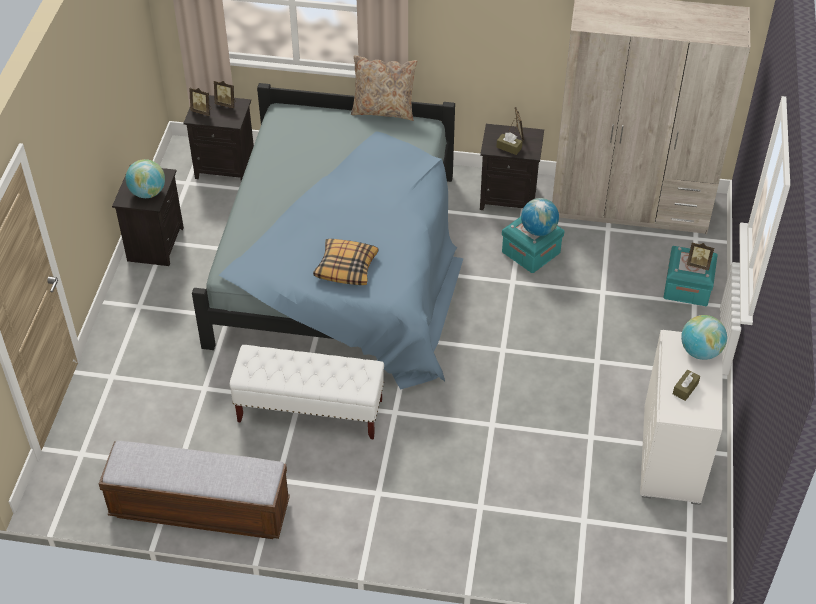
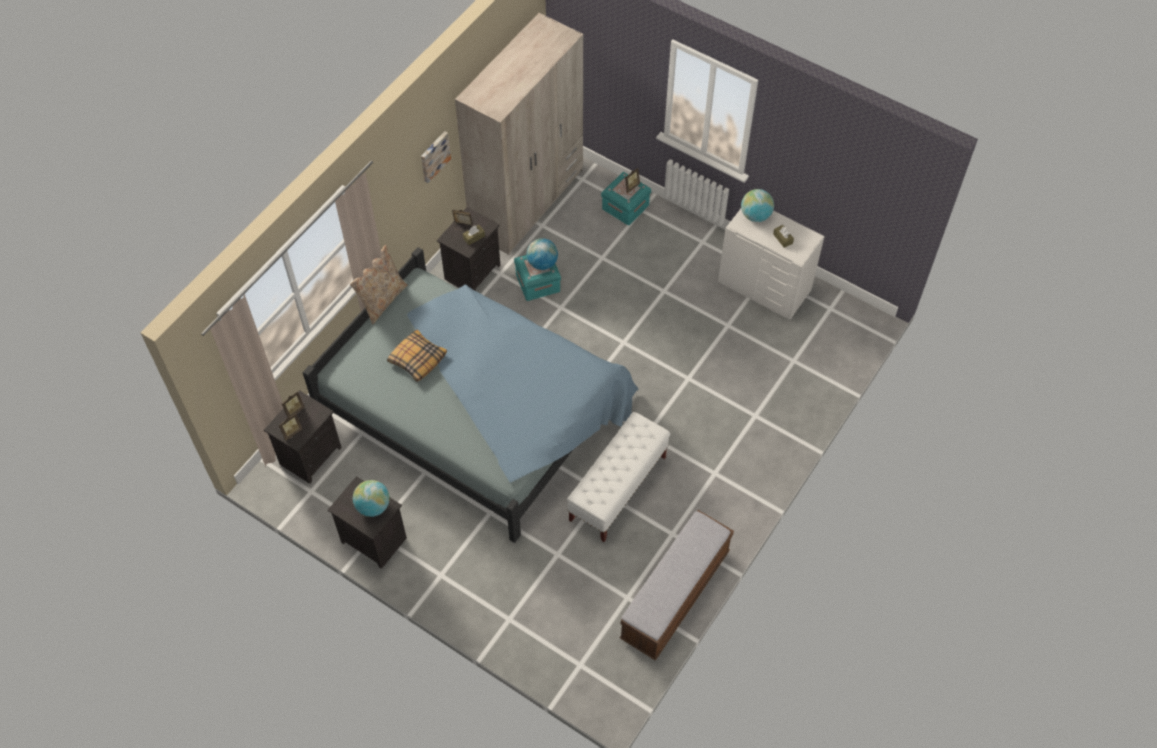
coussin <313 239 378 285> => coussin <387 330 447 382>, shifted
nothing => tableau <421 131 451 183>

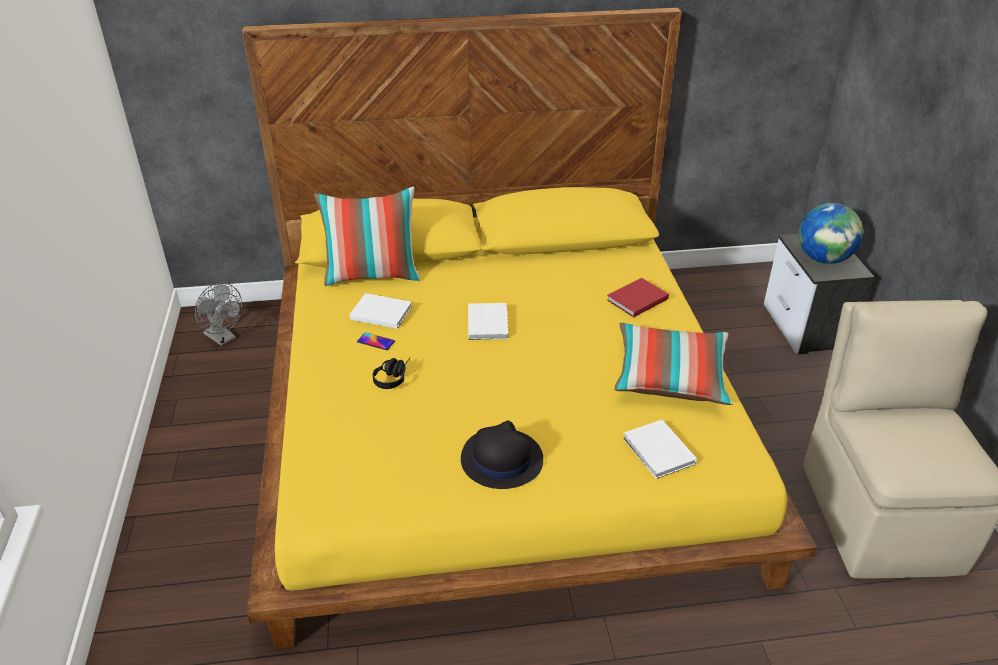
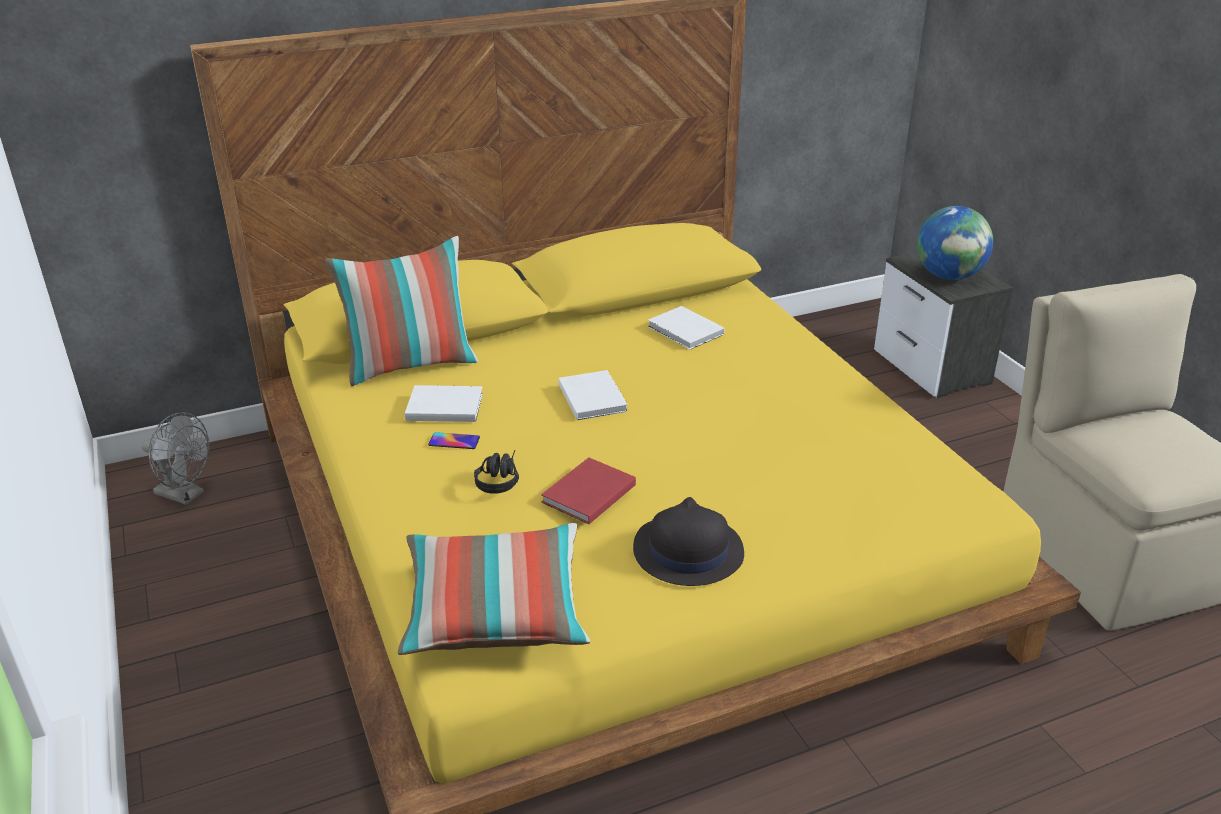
livre/rouge <607 278 669 317> => livre/rouge <541 458 636 524>, shifted
coussin <614 323 733 405> => coussin <398 523 590 655>, shifted
livre/blanc <623 420 697 479> => livre/blanc <648 306 724 350>, shifted

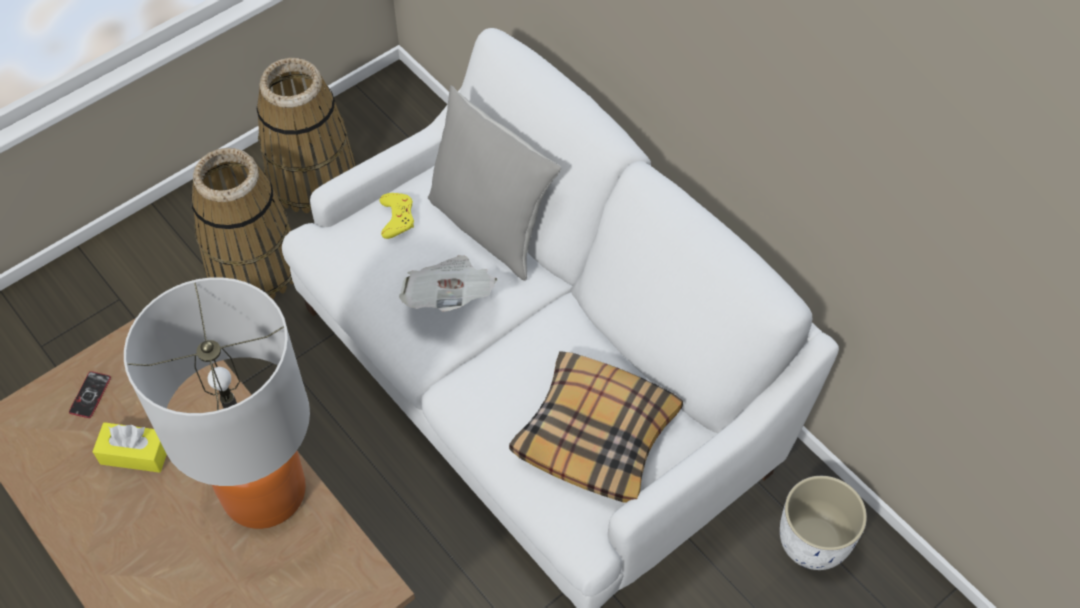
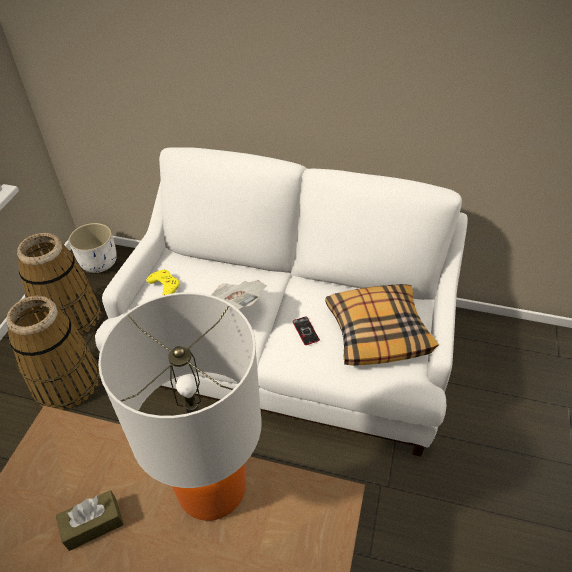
coussin/gris <428 85 561 281> => nothing
téléphone <69 371 111 418> => téléphone <293 316 320 345>, shifted
boîte à mouchoirs/jaune <92 422 167 473> => boîte à mouchoirs/marron <56 490 124 551>
cache-pot/blanc <780 476 867 570> => cache-pot/blanc <69 223 117 273>, shifted

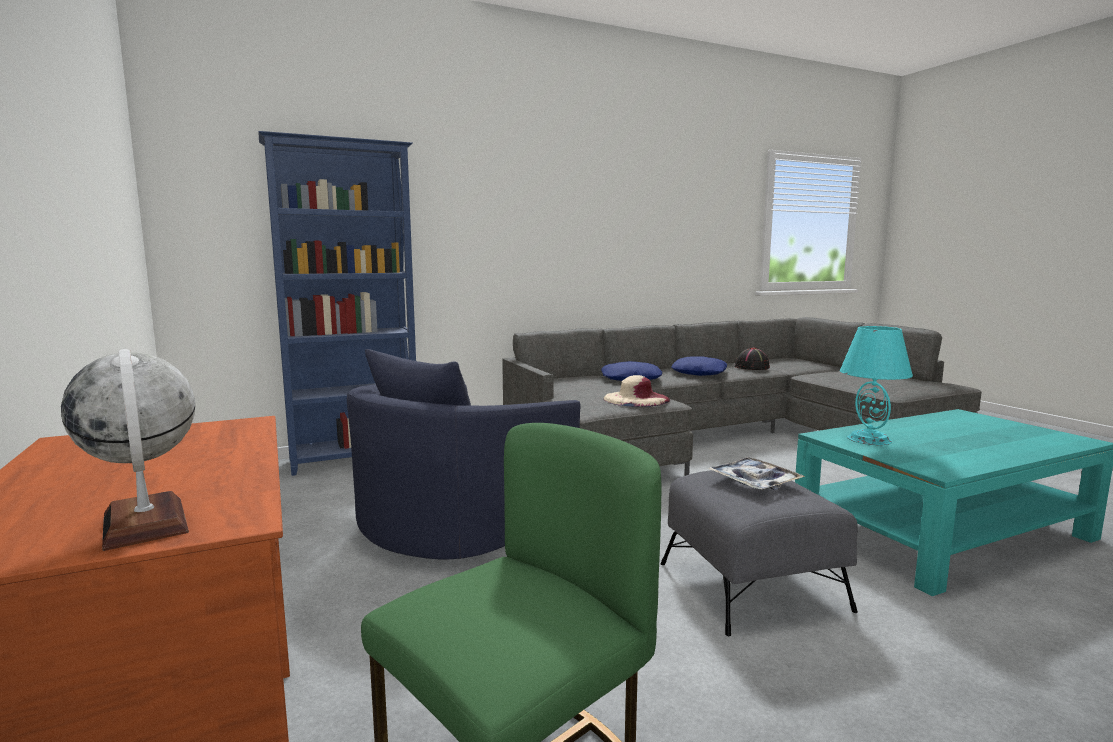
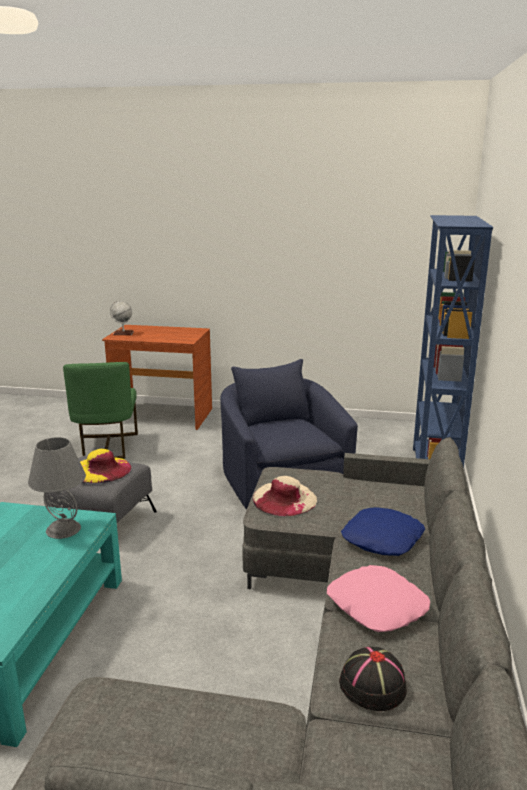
lampe de table/turquoise <840 326 913 445> => lampe de table/gris <28 437 86 539>
coussin/bleu <671 356 727 376> => coussin/rose <327 565 430 632>
plateau <707 457 805 490> => chapeau/jaune <80 449 131 483>

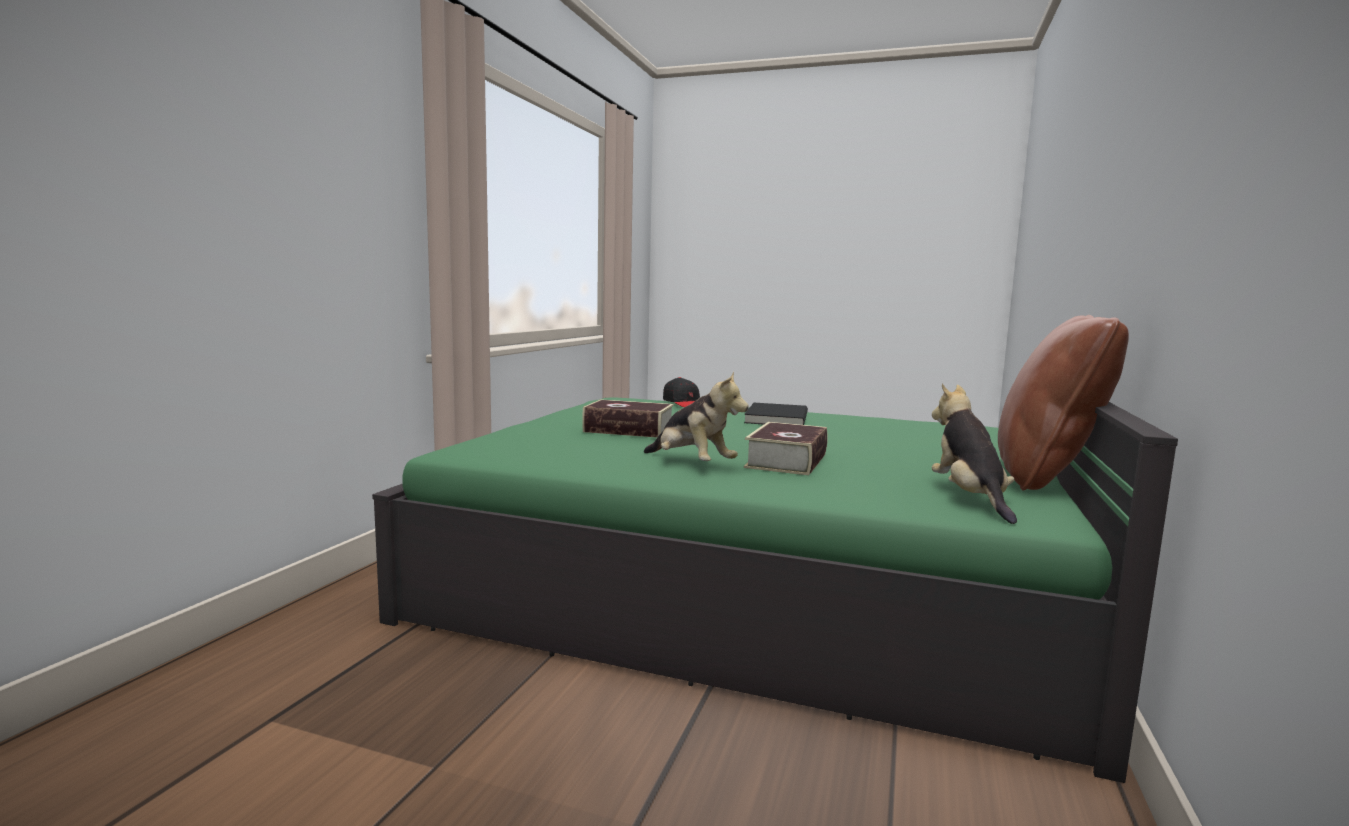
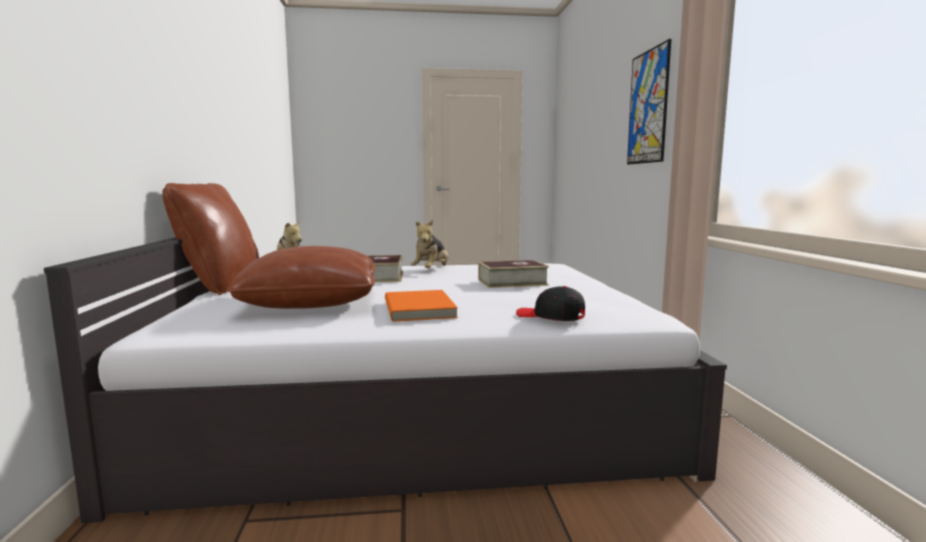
peluche <644 371 749 461> => peluche <410 220 448 268>, 90 degrees counterclockwise
lit/vert <372 397 1178 783> => lit/blanc <44 238 727 523>
livre/noir <744 403 808 425> => livre/orange <385 290 458 322>
nothing => tableau <627 39 671 165>
nothing => coussin/marron <227 246 376 309>

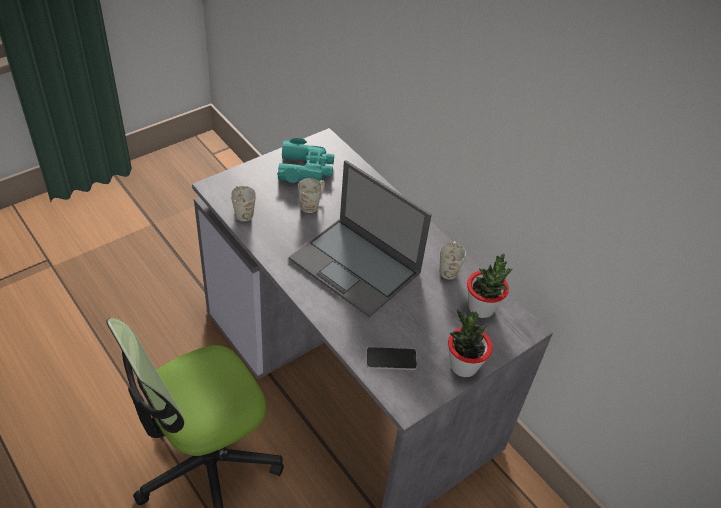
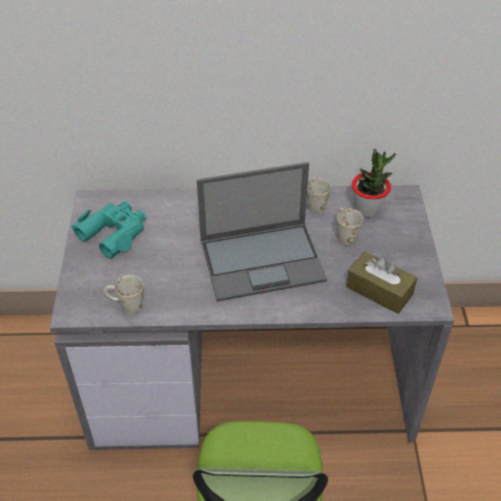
mug/blanc <298 178 325 213> => mug/blanc <337 208 363 246>, shifted
plante en pot <448 309 493 377> => nothing
téléphone <366 347 417 370> => boîte à mouchoirs/marron <346 252 417 314>

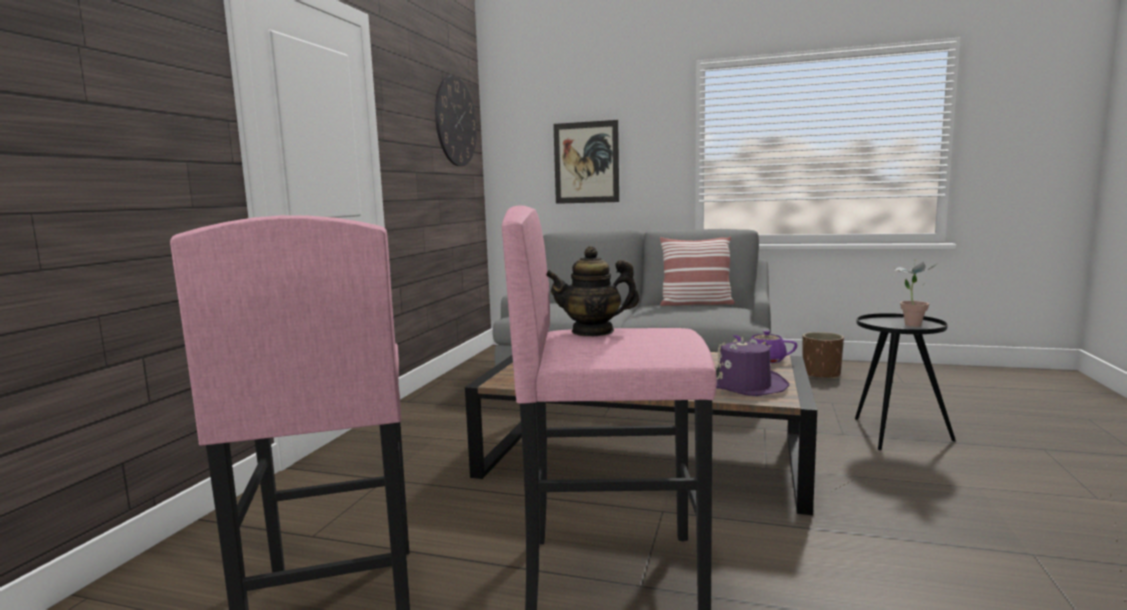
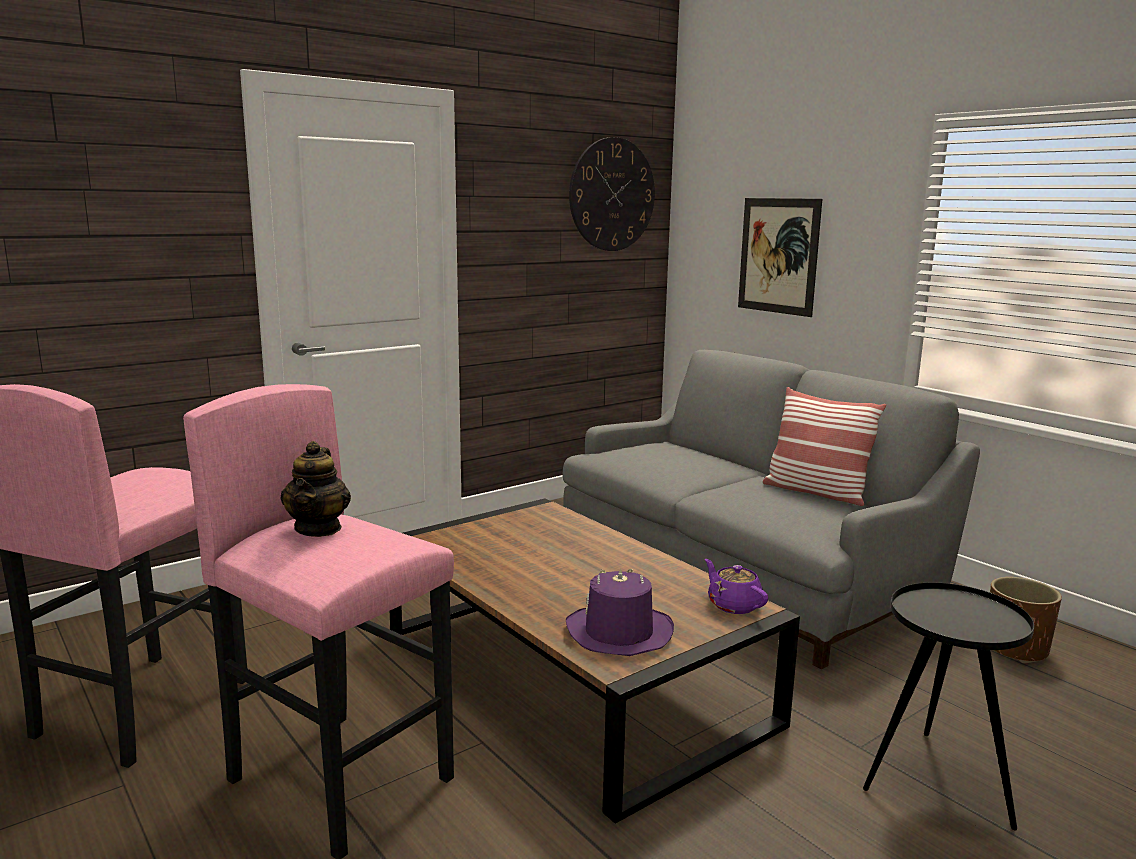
théière <547 246 639 336> => théière <281 441 351 537>, 120 degrees counterclockwise
plante en pot <894 259 937 327> => nothing

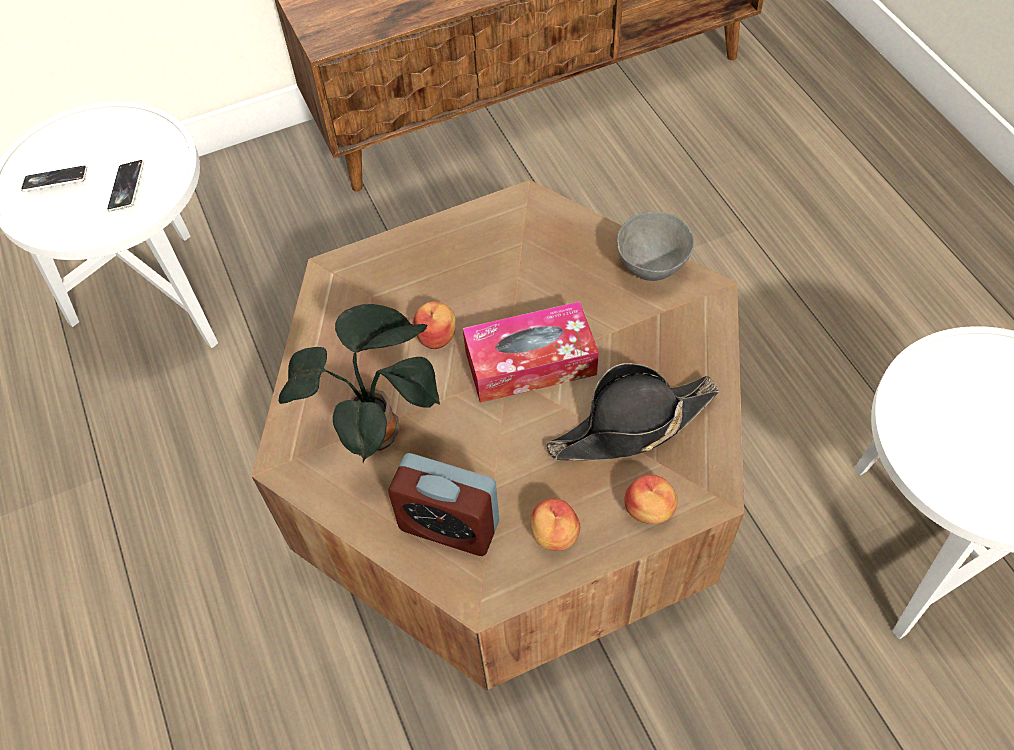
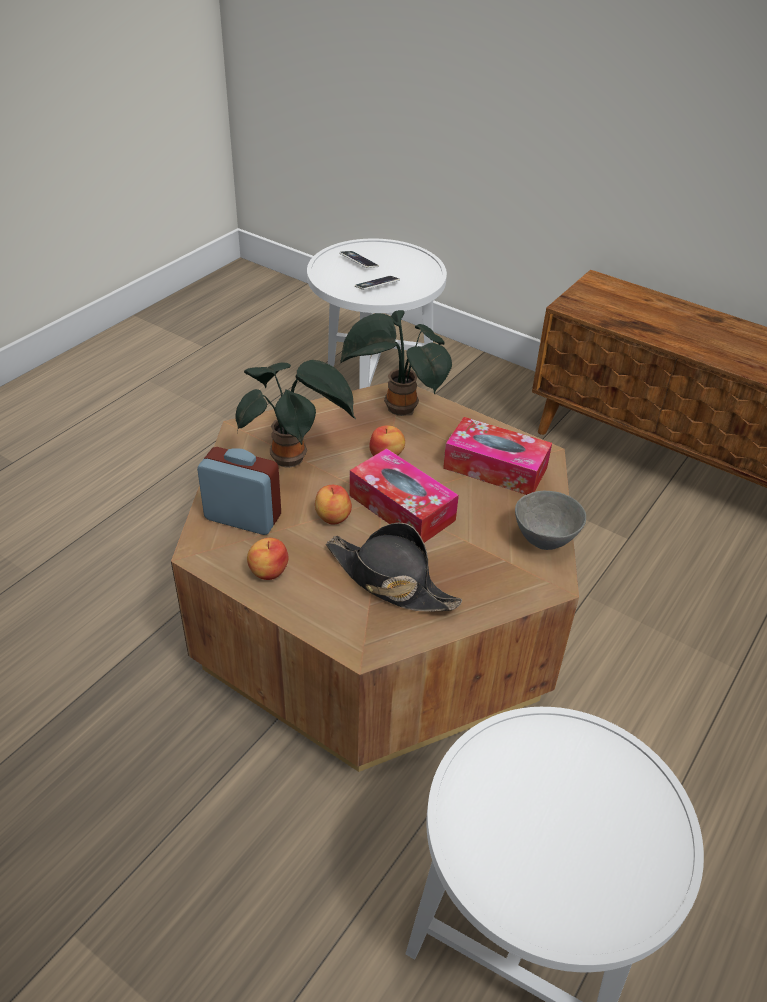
réveil <388 453 499 556> => réveil <197 447 281 535>, 120 degrees clockwise
pomme <624 475 678 524> => pomme <315 485 352 525>, shifted
nothing => plante en pot <340 310 452 416>
nothing => boîte à mouchoirs <443 417 552 495>

